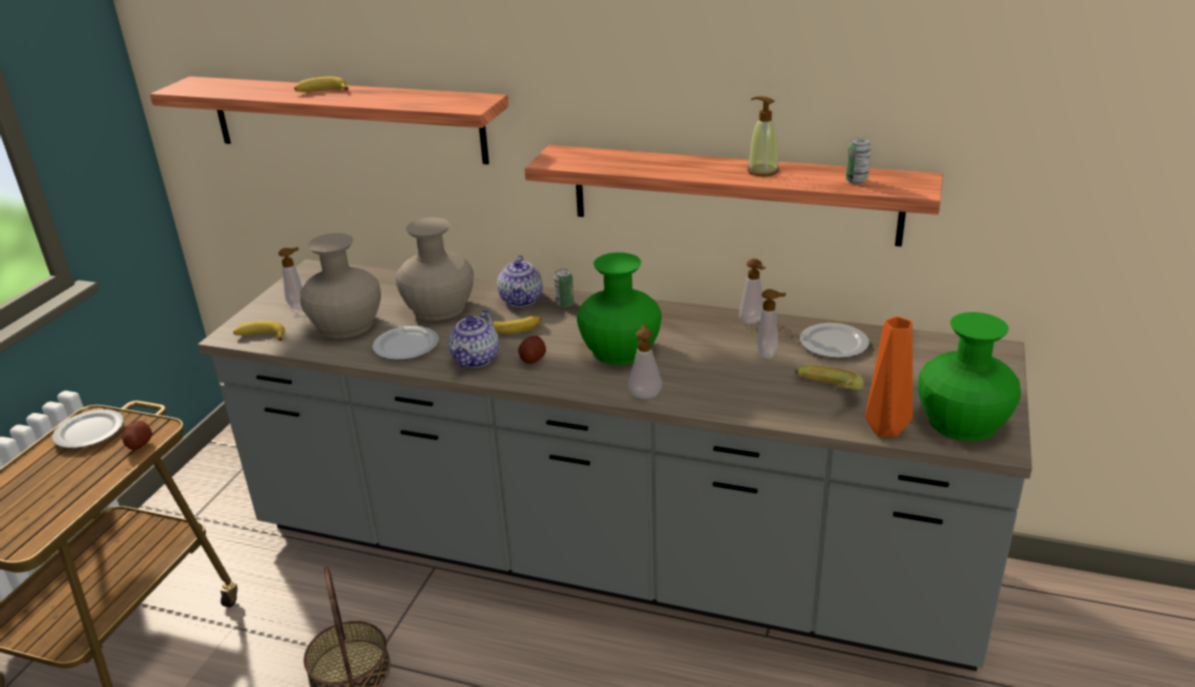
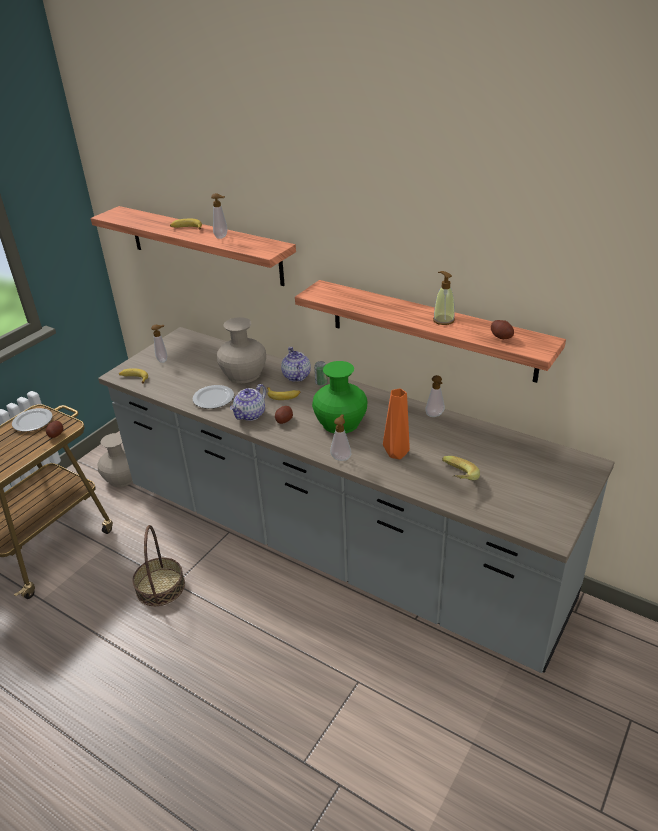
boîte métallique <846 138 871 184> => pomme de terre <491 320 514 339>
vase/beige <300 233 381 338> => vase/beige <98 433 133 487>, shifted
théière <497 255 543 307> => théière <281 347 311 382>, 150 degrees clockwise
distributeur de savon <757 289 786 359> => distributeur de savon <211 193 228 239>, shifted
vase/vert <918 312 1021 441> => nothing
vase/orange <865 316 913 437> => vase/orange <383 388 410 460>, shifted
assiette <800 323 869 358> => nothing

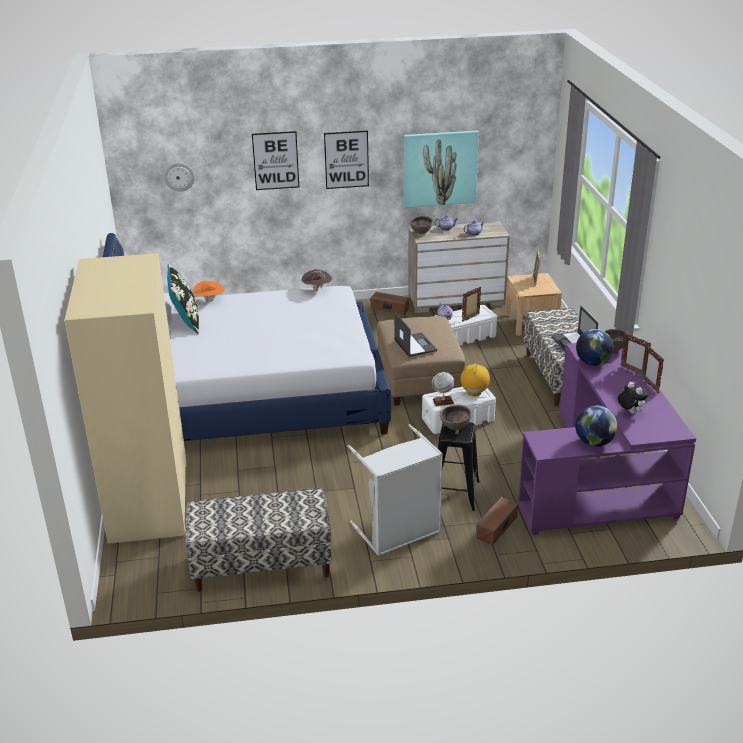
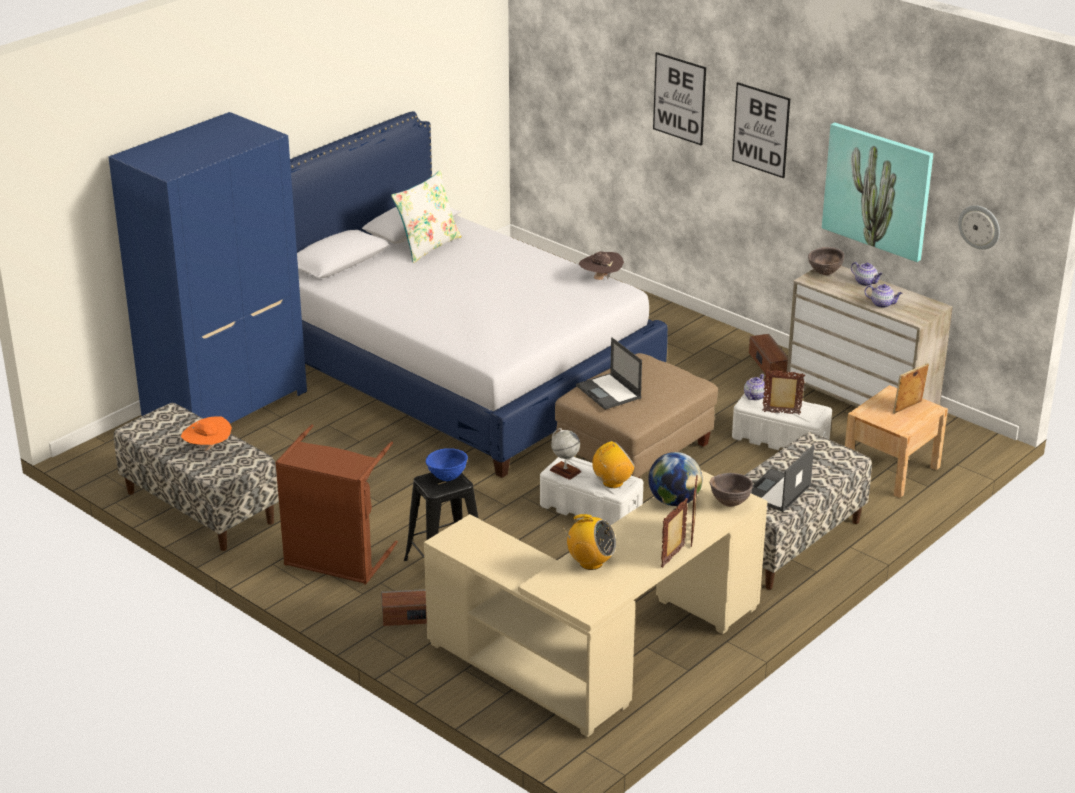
horloge murale <164 163 195 191> => horloge murale <958 205 1000 250>, shifted
armoire/beige <64 253 186 544> => armoire/bleu <108 112 307 424>
coussin/noir <167 264 199 334> => coussin/blanc <391 170 461 263>
chapeau/orange <193 281 225 303> => chapeau/orange <181 416 232 451>, shifted
ordinateur portable <394 312 437 357> => ordinateur portable <576 337 642 410>, 120 degrees clockwise
bureau/violet <518 343 696 535> => bureau/beige <424 470 767 737>
peluche <618 382 649 414> => radio <564 514 616 570>
bol/marron <440 405 472 430> => bol/bleu <426 448 468 481>
globe <575 406 617 447> => nothing
panier à linge/gris <347 424 443 556> => panier à linge/marron <275 425 398 585>

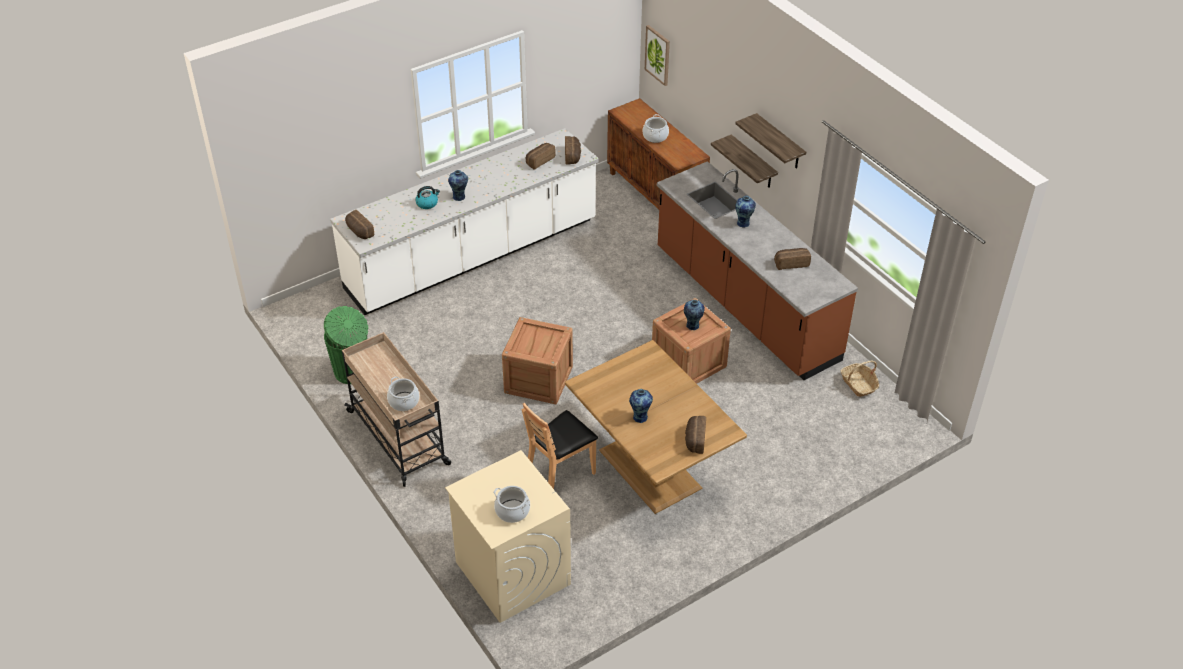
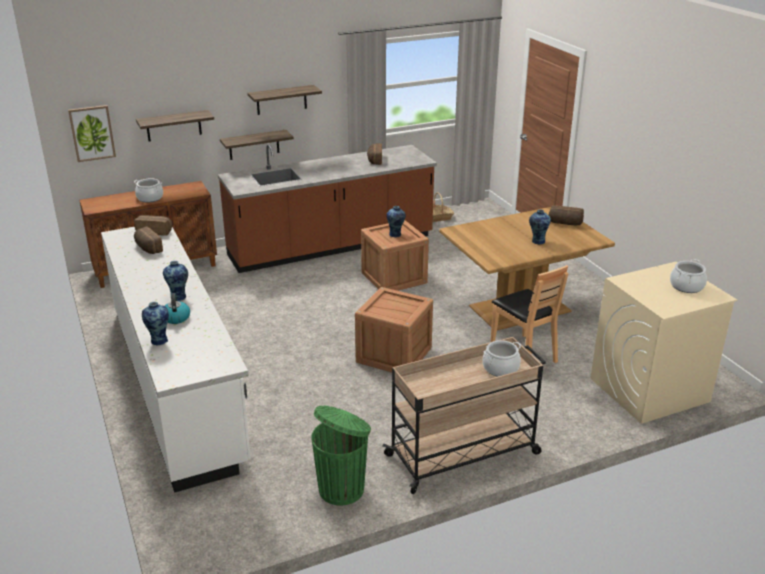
vase <735 196 756 228> => vase <142 302 169 345>, shifted
pain <345 210 374 239> => nothing
nothing => étagère <136 110 214 142>

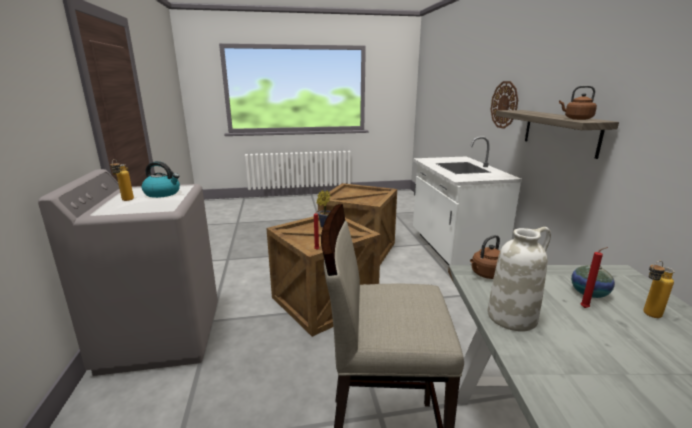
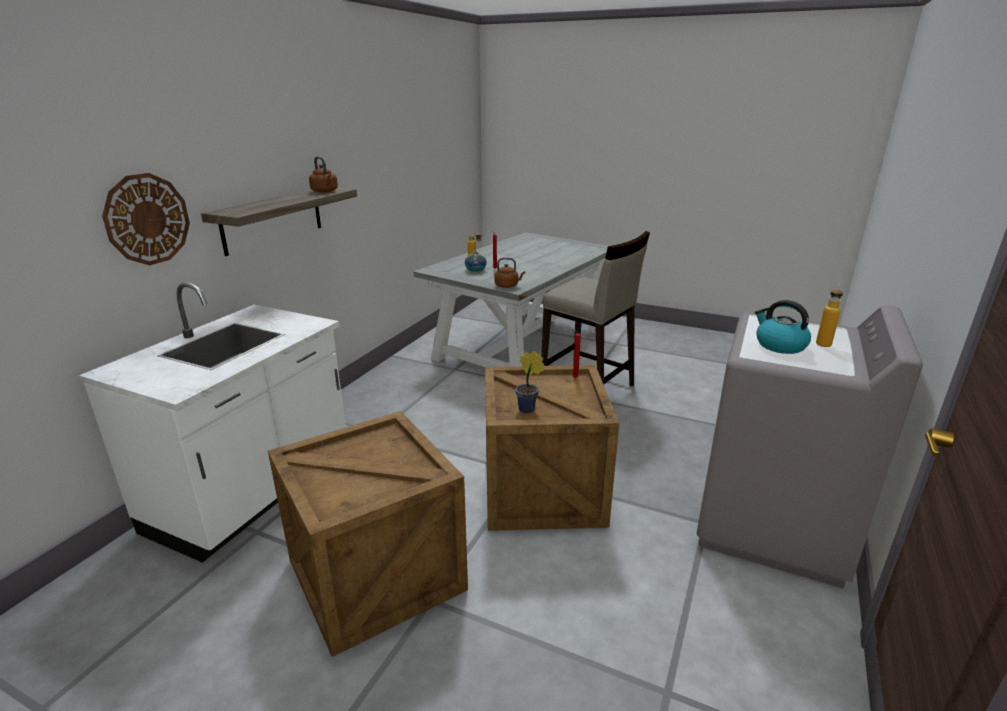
vase/blanc <488 227 551 332> => nothing

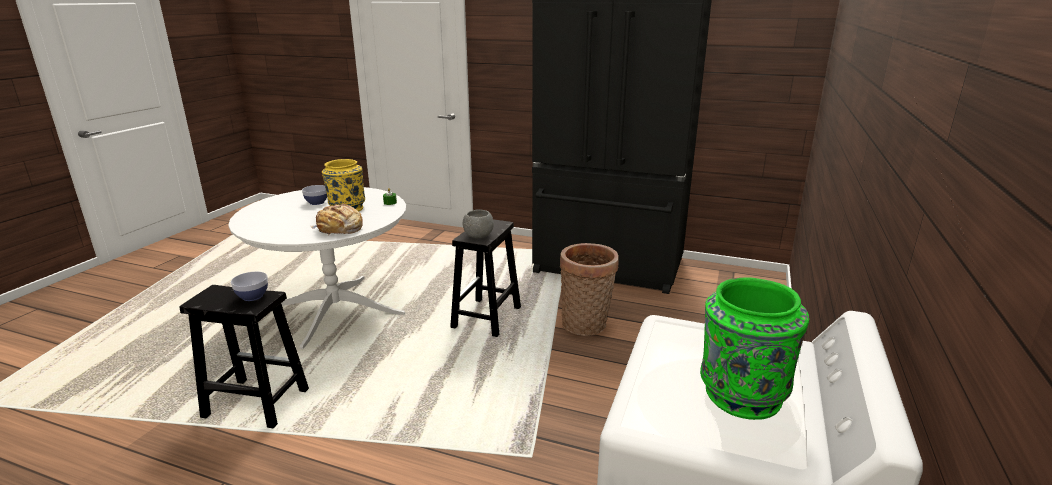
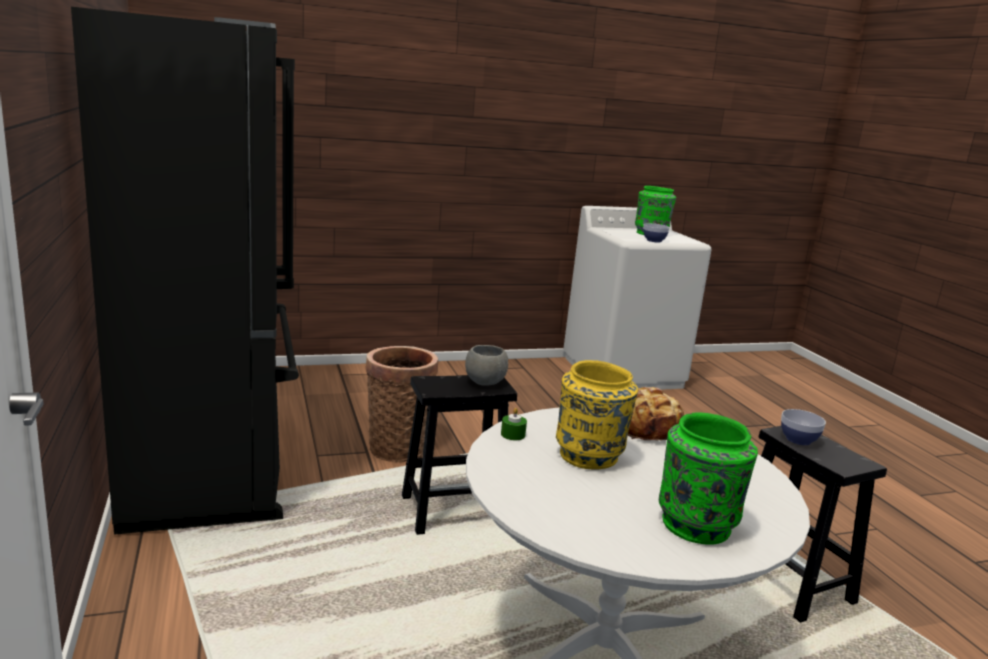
bol <302 185 327 205> => bol <643 223 670 243>, shifted
nothing => vase/vert <659 412 758 545>

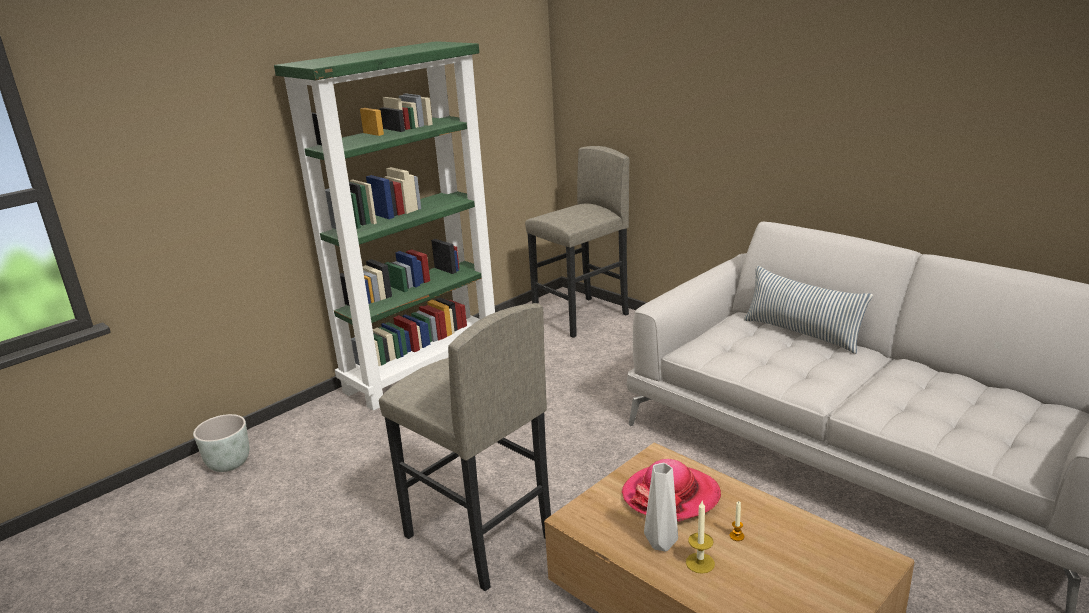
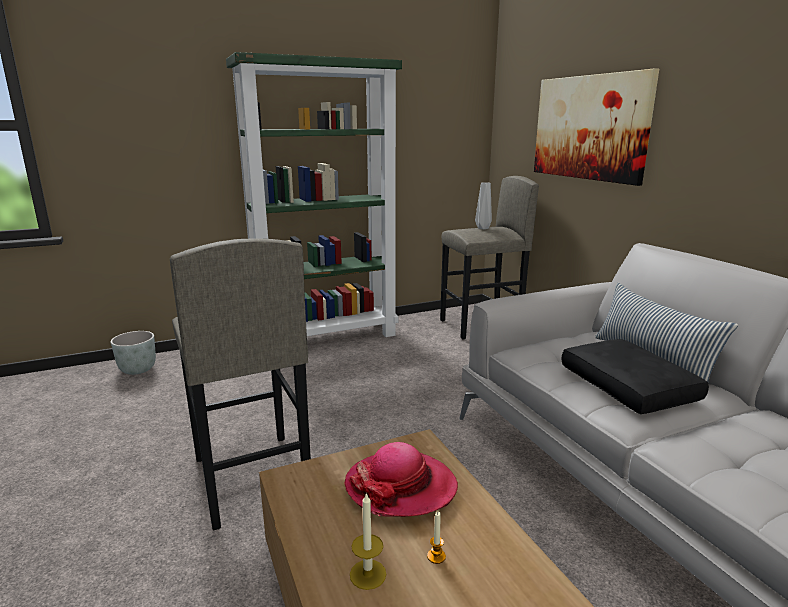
vase/gris <644 463 678 551> => vase/gris <475 182 492 229>, shifted
nothing => tableau <534 68 659 186>
nothing => coussin/noir <561 339 709 414>

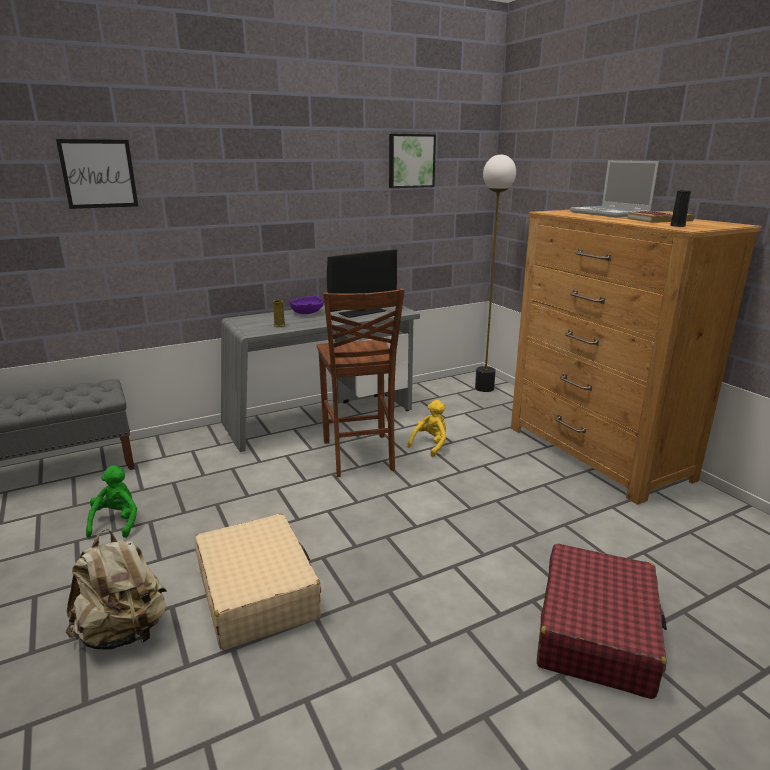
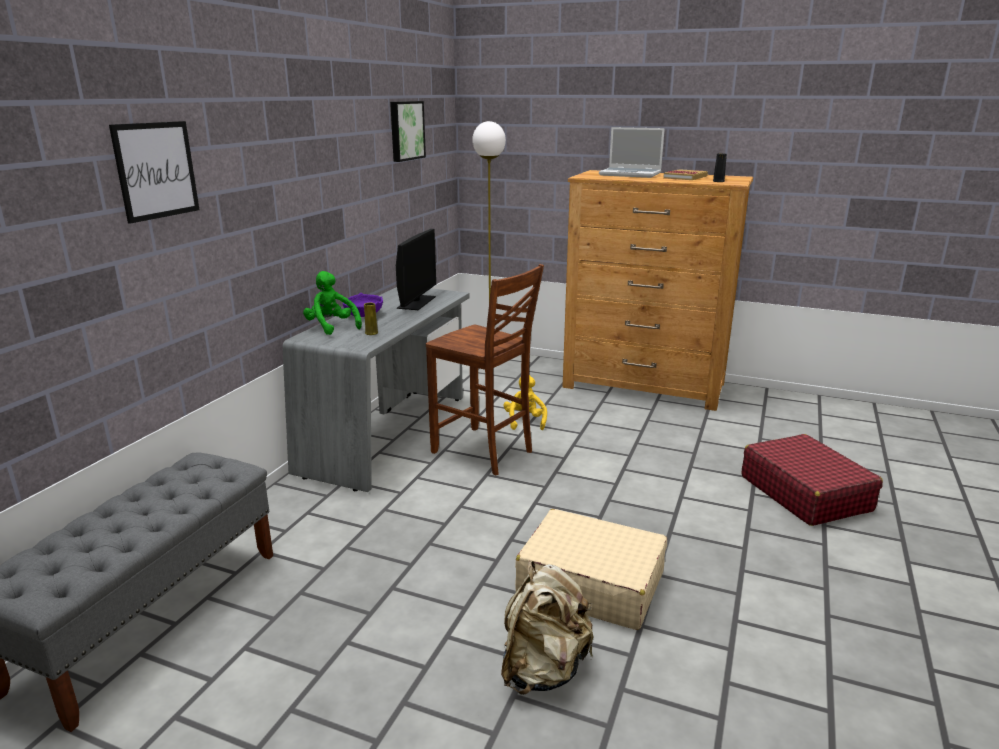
peluche/vert <86 465 137 538> => peluche/vert <303 271 362 335>, shifted

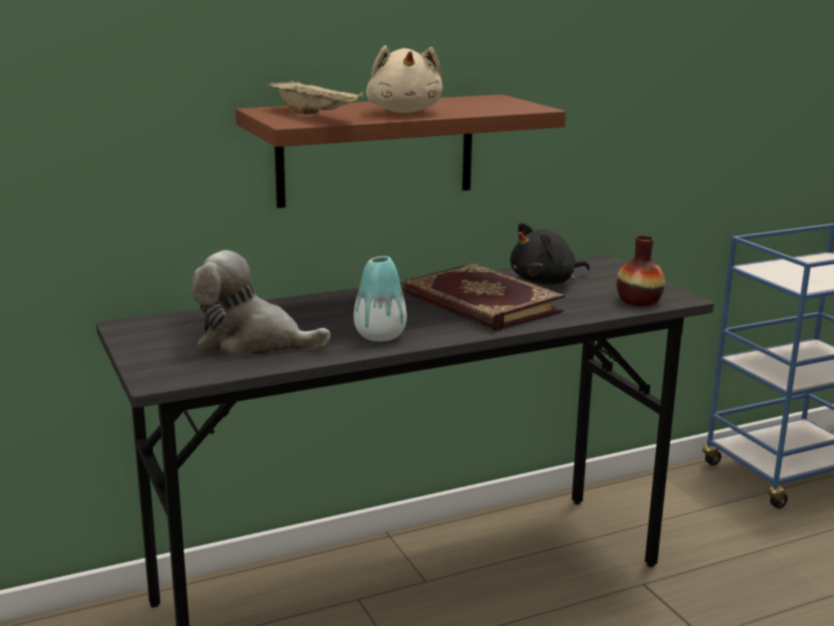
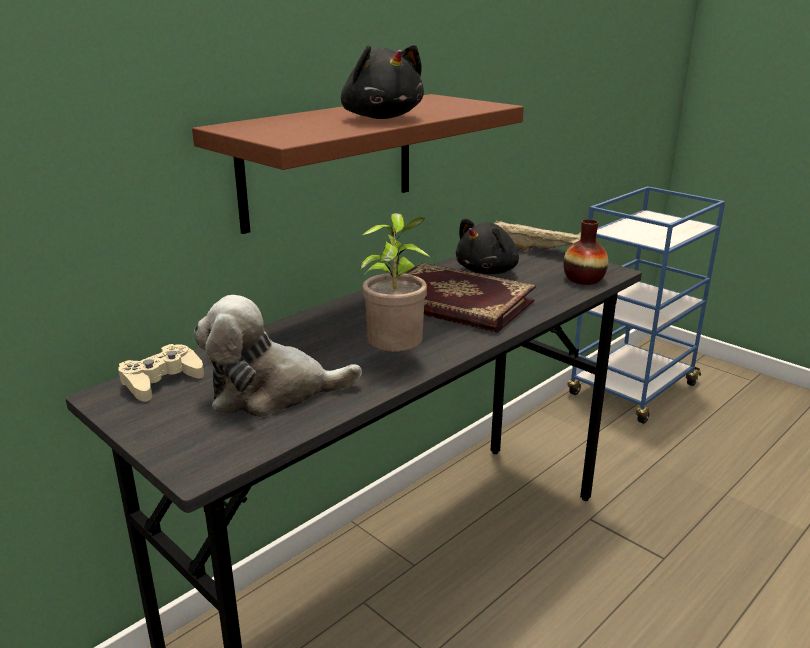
peluche/beige <366 45 443 113> => peluche/noir <341 45 424 119>
plateau/beige <267 79 364 115> => plateau/beige <493 220 581 251>, shifted
vase <354 256 407 341> => plante en pot <360 213 430 352>
nothing => manette/beige <118 344 204 402>

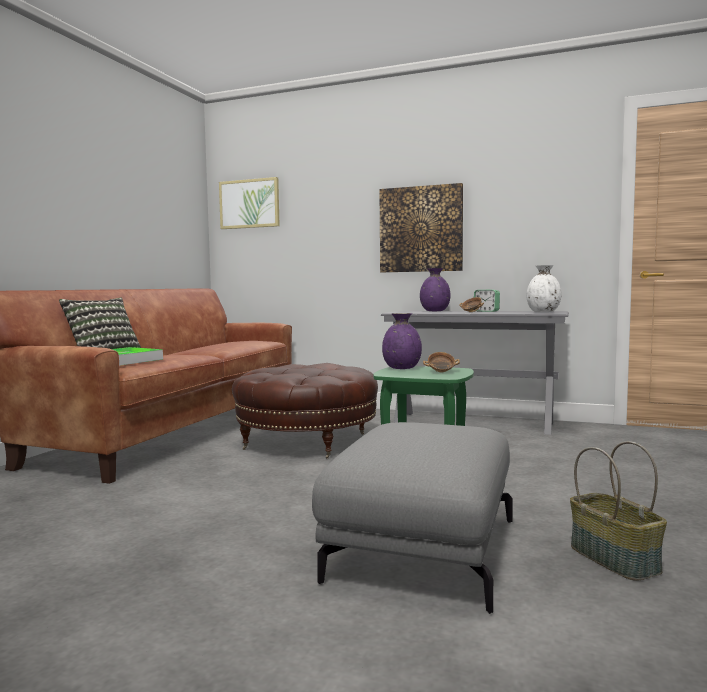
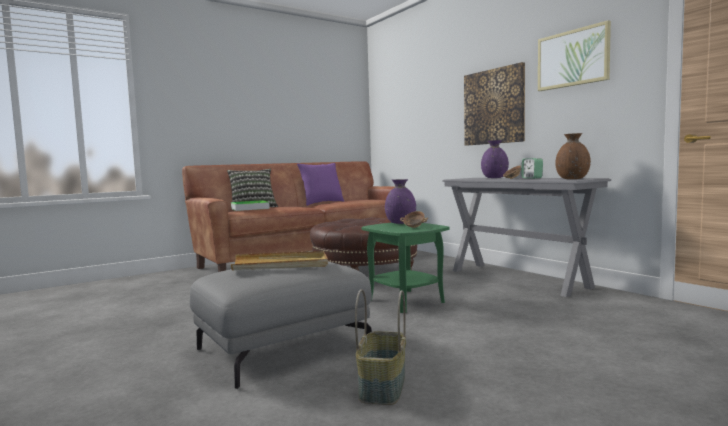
tableau <219 177 280 229> => tableau <538 20 611 91>, shifted
vase/blanc <526 265 561 312> => vase/marron <555 133 591 179>
nothing => coussin/violet <297 163 344 206>
nothing => plateau/beige <231 251 328 271>

